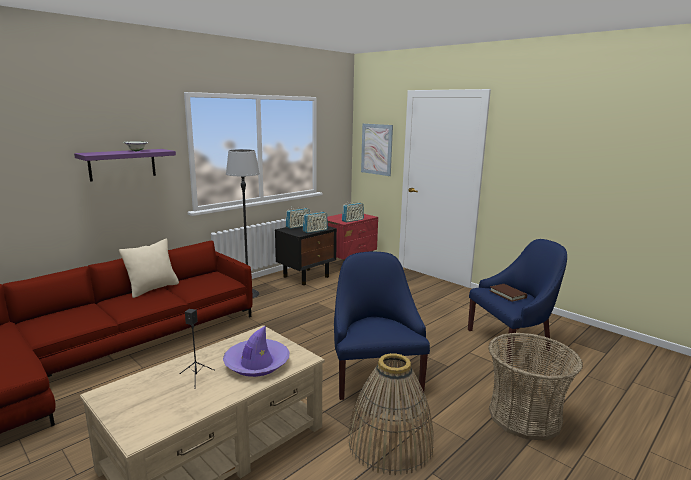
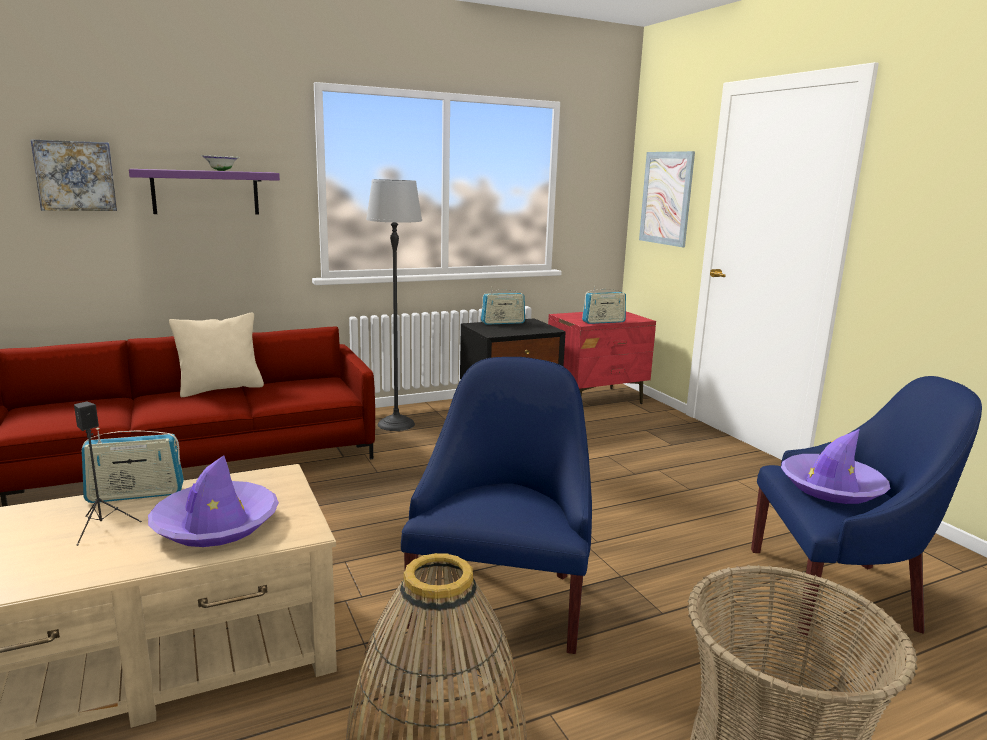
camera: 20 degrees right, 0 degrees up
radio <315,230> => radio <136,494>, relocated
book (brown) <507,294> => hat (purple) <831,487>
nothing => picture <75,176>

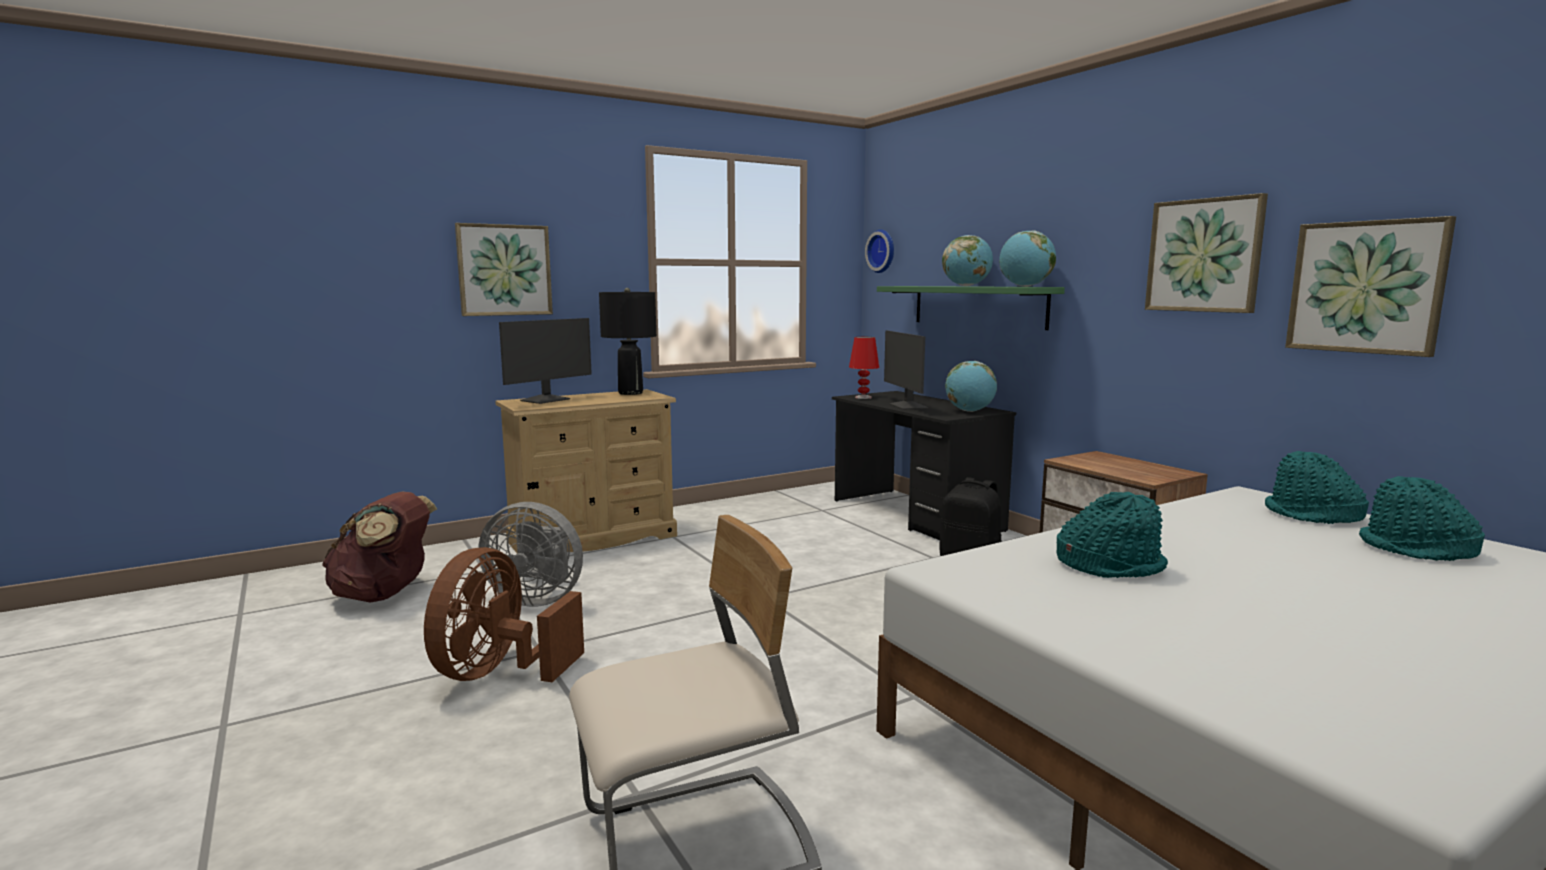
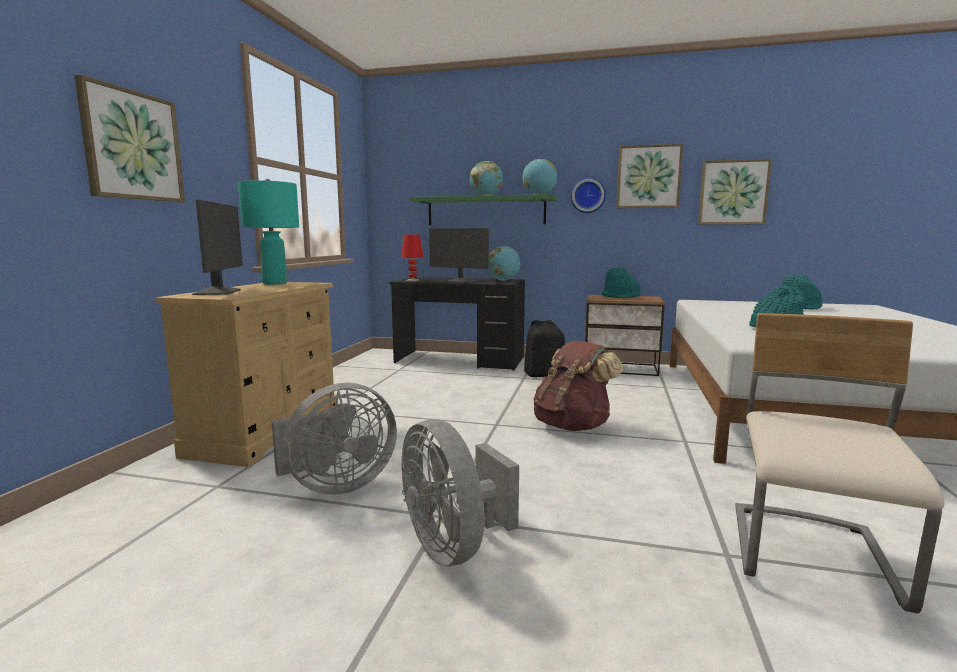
camera: 45 degrees left, 0 degrees up
backpack (brown) <384,595> => backpack (brown) <572,426>, relocated
fan (brown) <498,673> => fan (grey) <454,546>
table lamp (black) <630,393> => table lamp (turquoise) <274,283>
wall clock <882,251> => wall clock <588,195>, relocated
hat (turquoise) <1312,516> => hat (turquoise) <620,297>, relocated

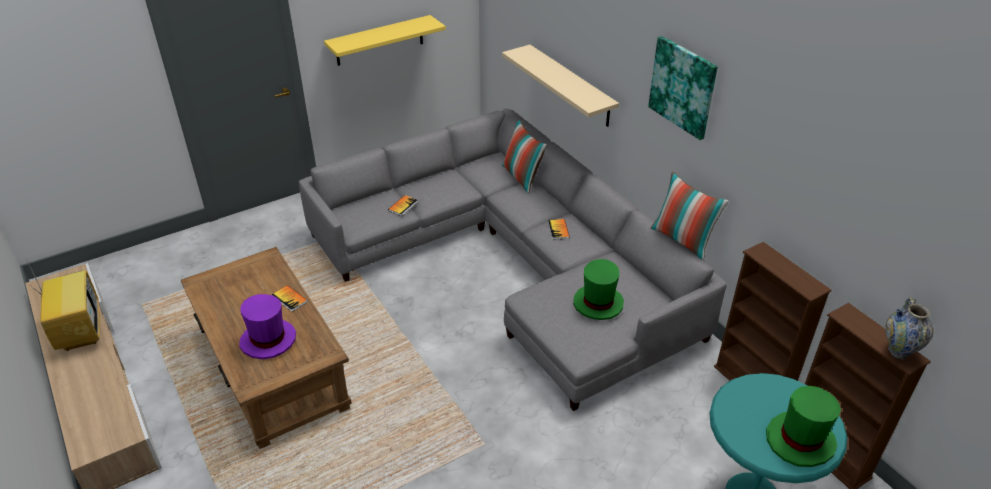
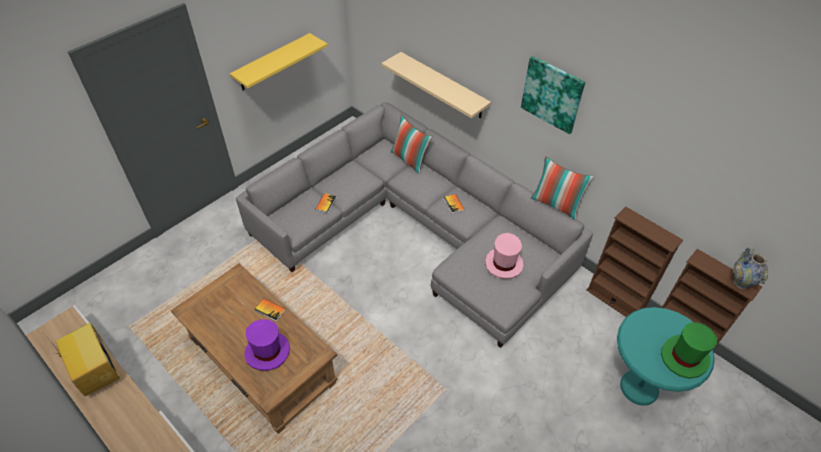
camera: 15 degrees left, 10 degrees up
hat (green) <598,303> => hat (pink) <503,264>

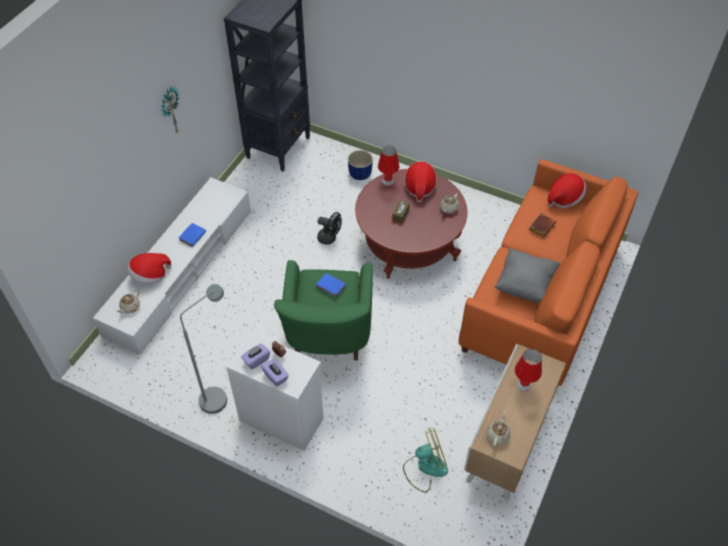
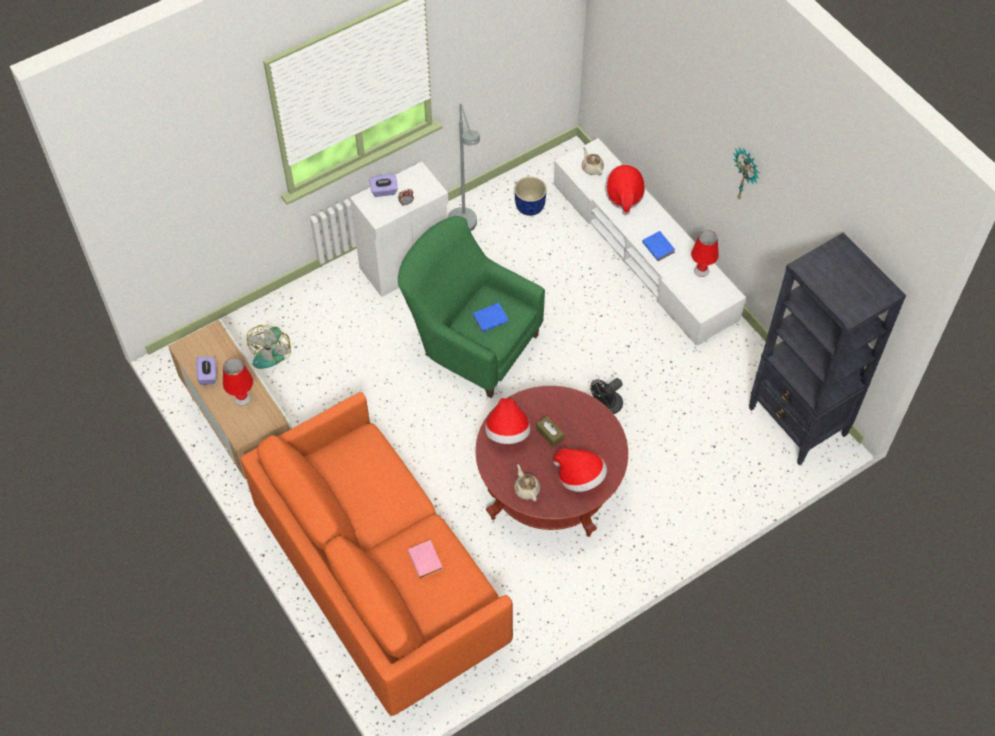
camera: 120 degrees right, 5 degrees up
tissue box (purple) <256,360> => tissue box (purple) <208,375>, relocated
planter (blue) <360,173> => planter (blue) <530,207>, relocated
table lamp (red) <387,181> => table lamp (red) <701,270>, relocated
teapot (beige) <498,435> => nothing
pillow (grey) <525,285> => nothing
book (brown) <541,226> => book (pink) <426,561>
hat <564,198> => hat <507,432>, relocated

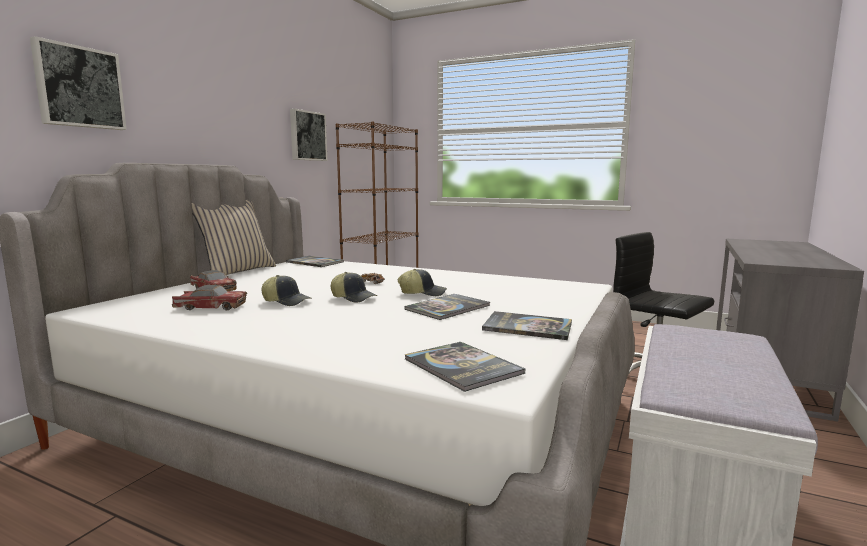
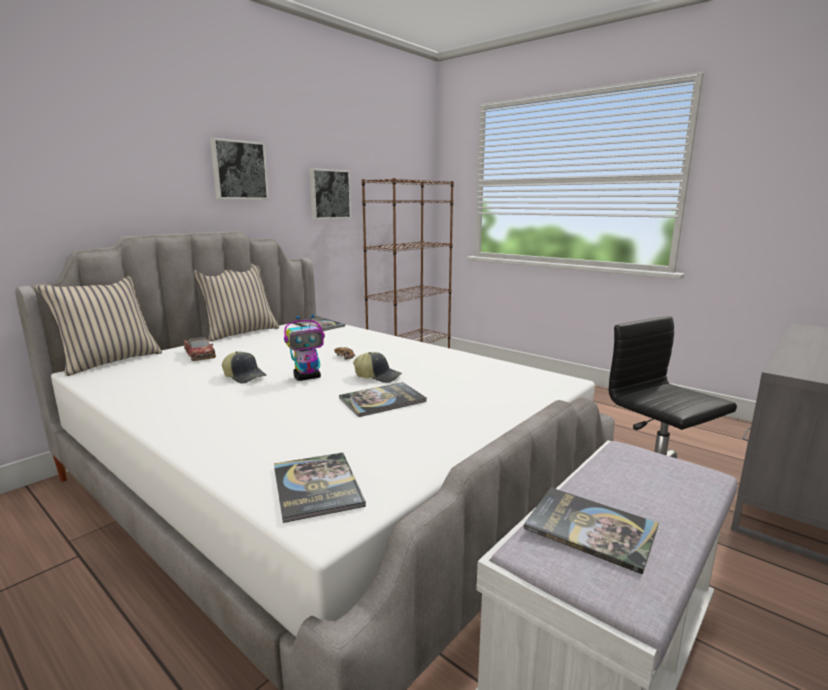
camera: 15 degrees right, 5 degrees up
picture <79,87> => picture <239,170>, relocated
toy car <211,307> => nothing
cap <354,298> => toy robot <307,377>
book <528,327> => book <590,528>, relocated
nothing => pillow (beige) <110,361>

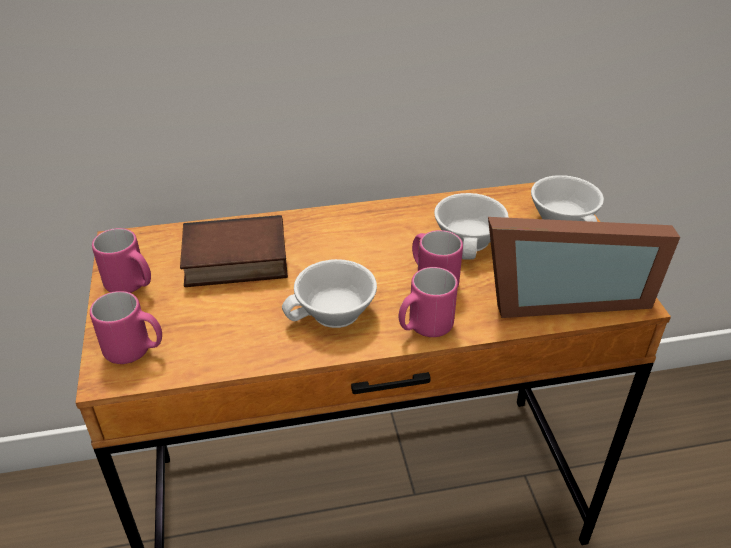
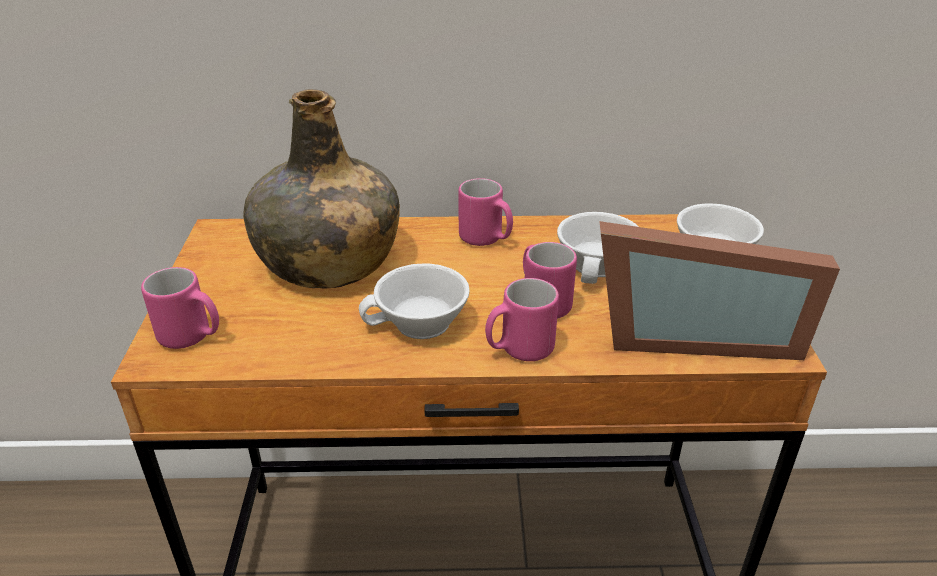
camera: 10 degrees right, 5 degrees down
mug (pink) <131,285> => mug (pink) <486,239>, relocated
book <234,262> => bottle (green) <327,261>

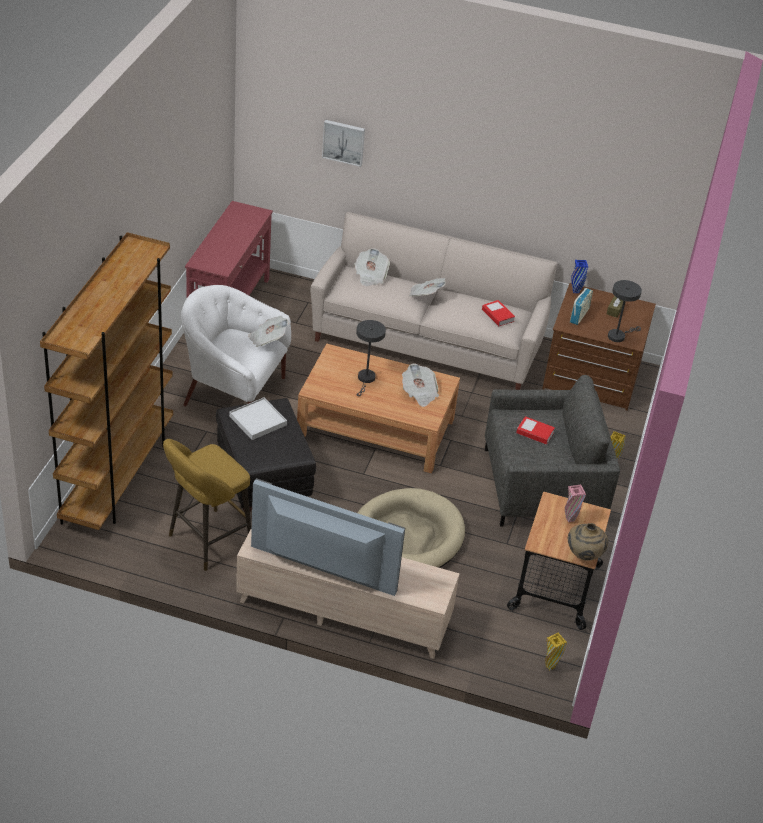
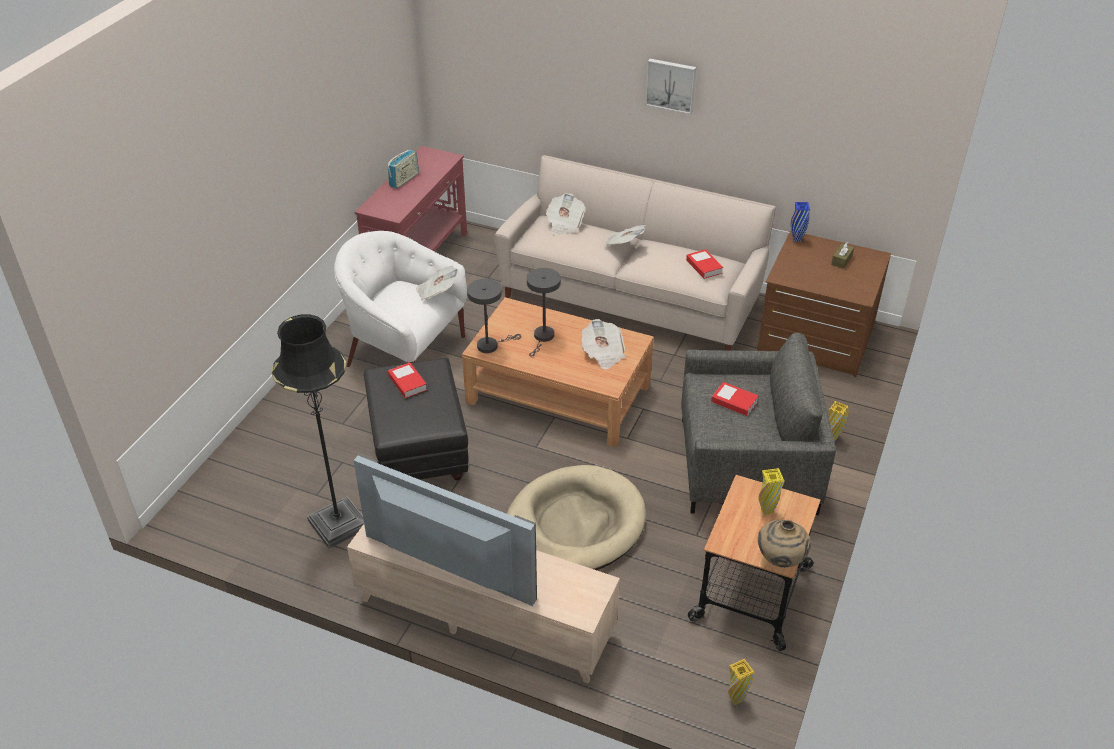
camera: 10 degrees right, 0 degrees up
bookcase (brown) <118,476> => nothing
stool (yellow) <206,541> => floor lamp (black) <338,524>
tray (white) <258,420> => book <407,383>
picture <344,142> => picture <671,85>, relocated
vase (pink) <570,519> => vase (yellow) <766,511>
radio <579,315> => radio <404,180>, relocated
table lamp (grey) <618,335> => table lamp (grey) <490,345>, relocated

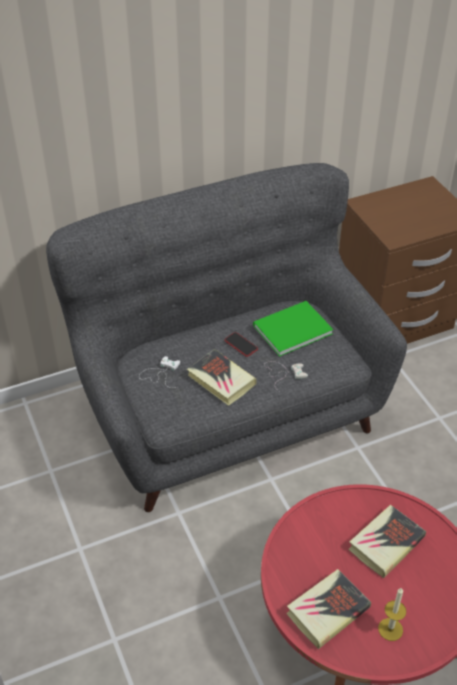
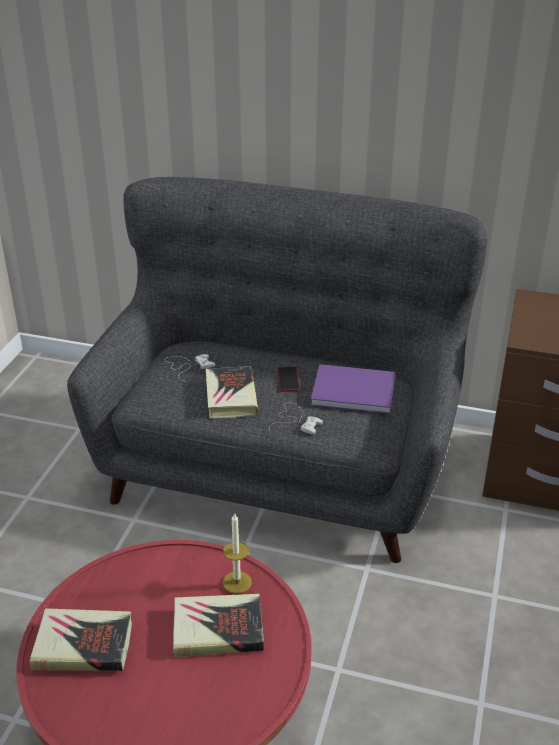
camera: 40 degrees right, 10 degrees down
book (green) <289,329> => book (purple) <351,389>
candle <390,629> => candle <237,582>, relocated

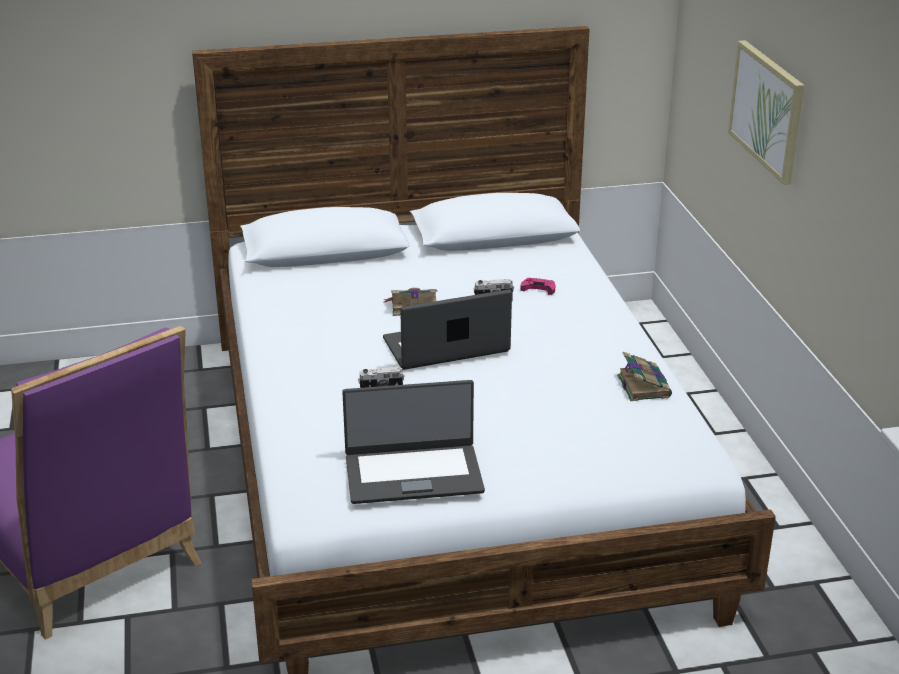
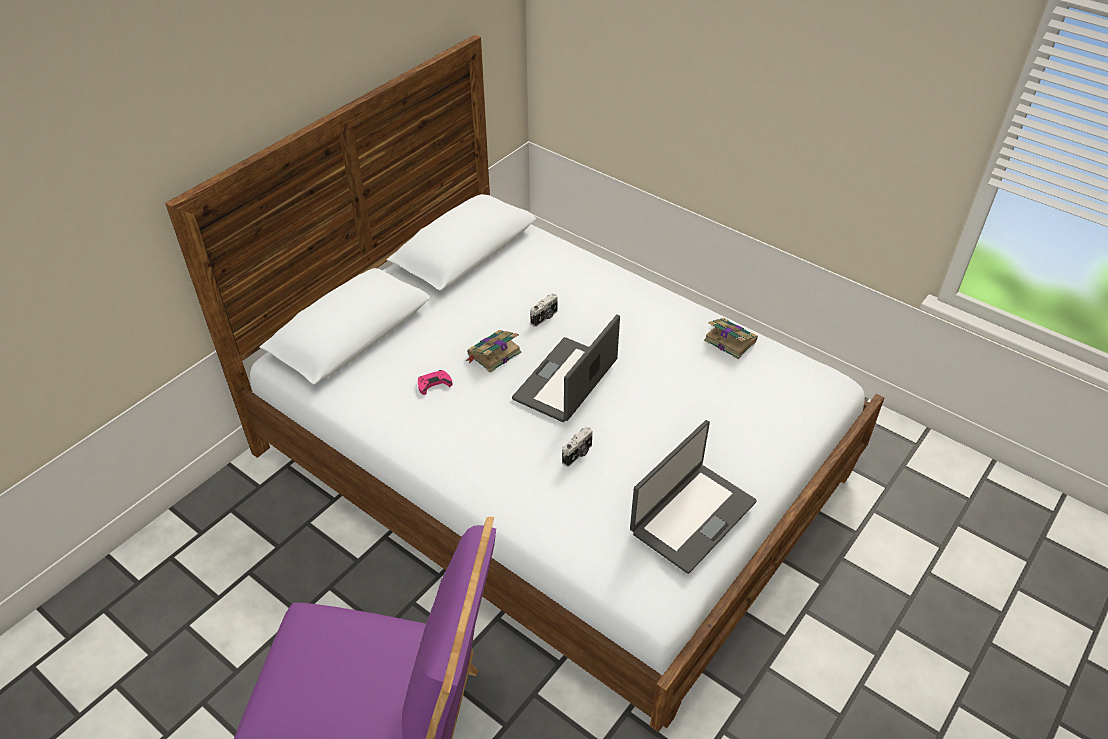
camera: 40 degrees left, 15 degrees up
game controller (pink) <538,288> => game controller (pink) <434,384>, relocated
picture <767,110> => nothing

